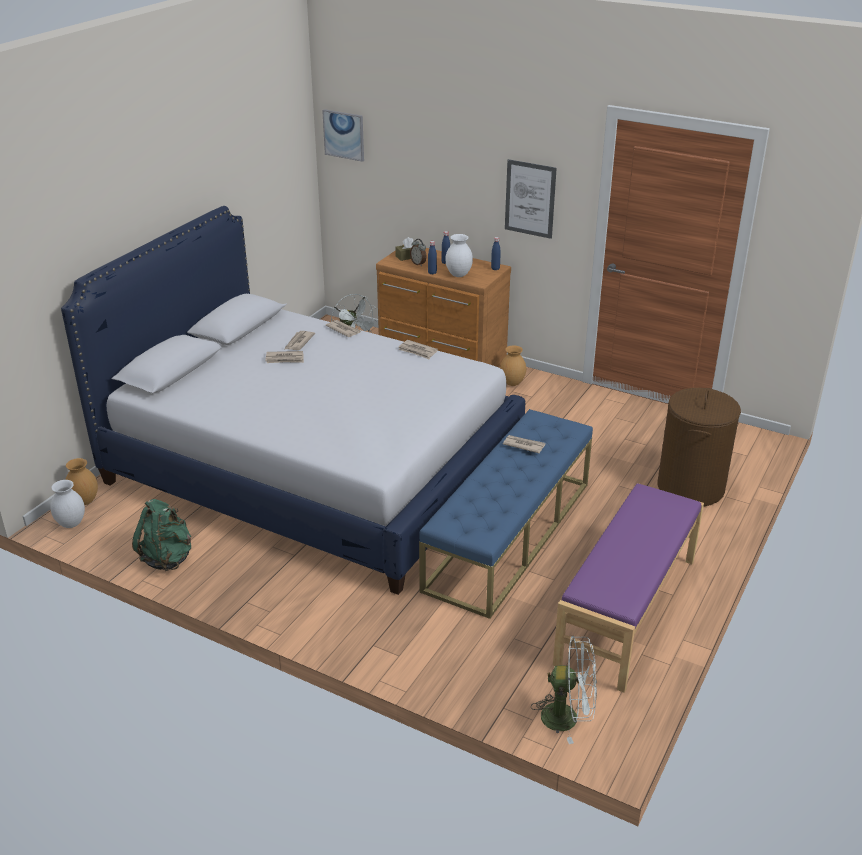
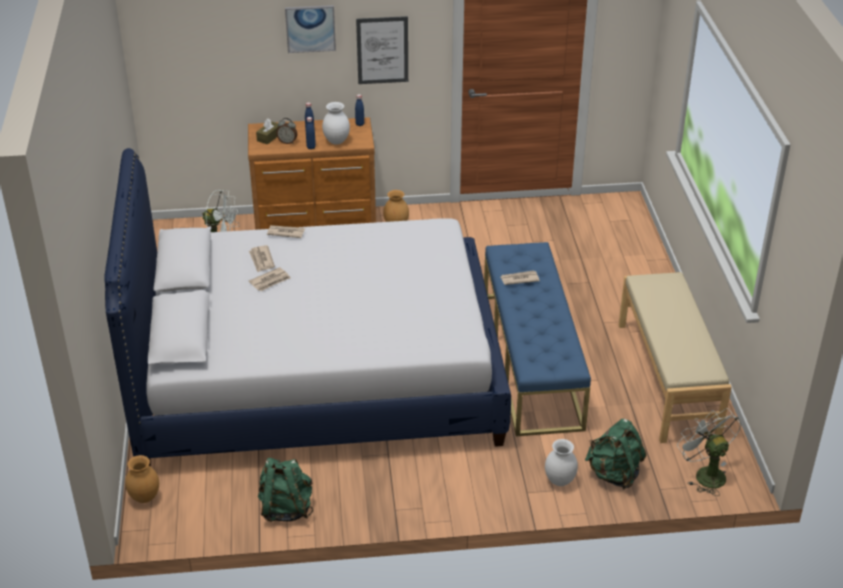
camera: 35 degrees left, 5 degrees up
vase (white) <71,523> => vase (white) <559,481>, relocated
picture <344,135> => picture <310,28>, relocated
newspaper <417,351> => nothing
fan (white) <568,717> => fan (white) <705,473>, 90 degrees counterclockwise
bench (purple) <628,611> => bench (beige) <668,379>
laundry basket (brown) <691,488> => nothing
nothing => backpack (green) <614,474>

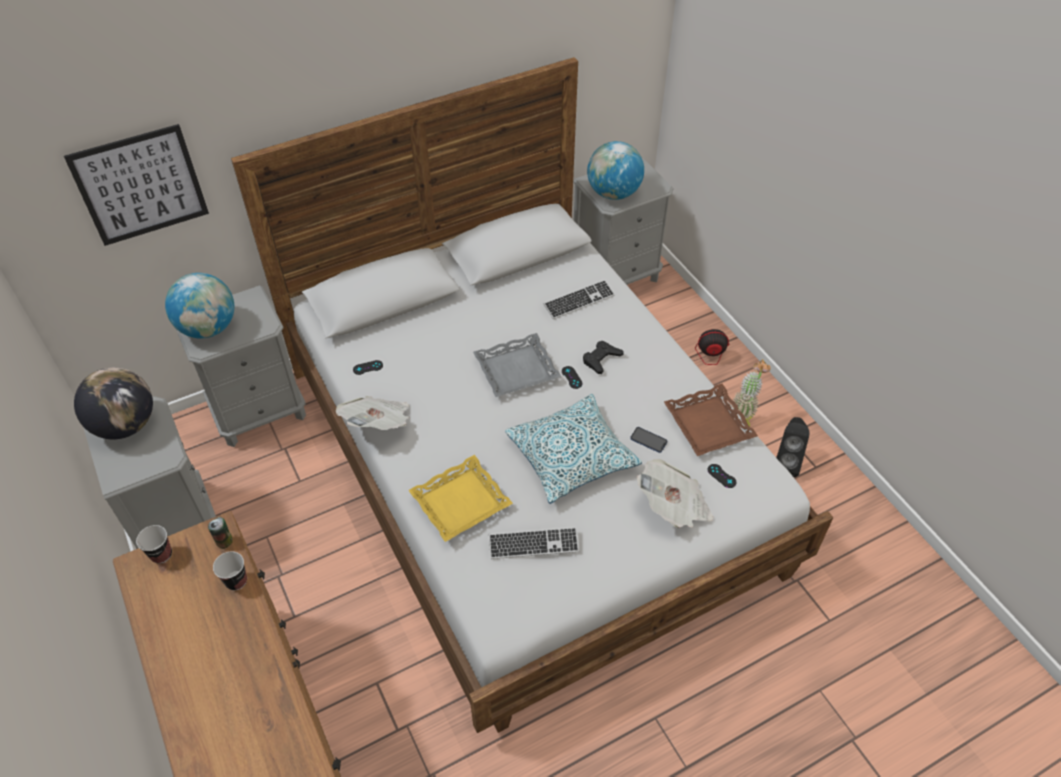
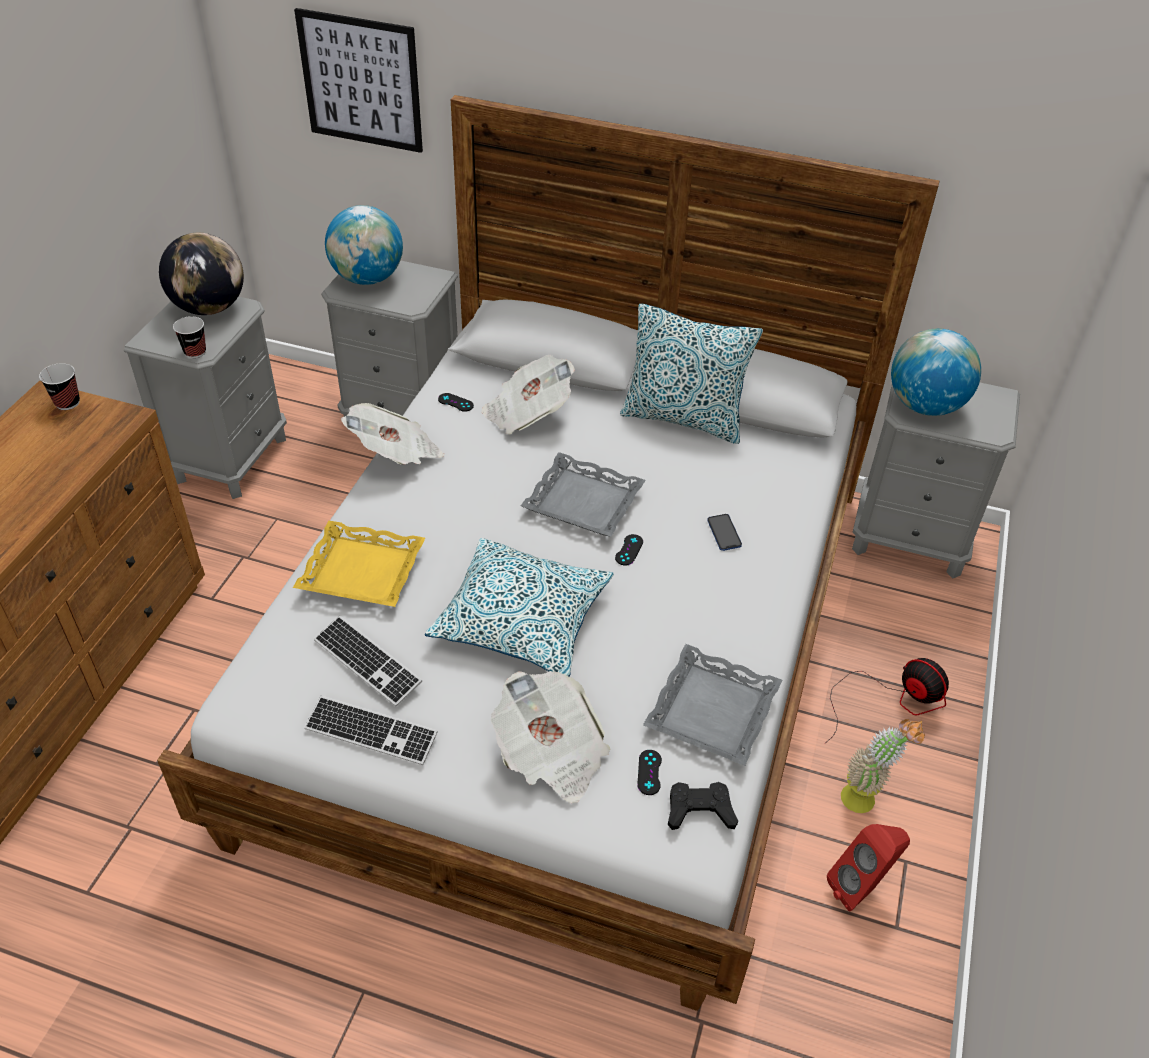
camera: 45 degrees right, 5 degrees down
can <224,541> => nothing
cup <236,581> => cup <195,352>, relocated
keyboard <579,301> => keyboard <371,732>, relocated
game controller (black) <601,359> => game controller (black) <700,810>, relocated
phone <648,440> => phone <724,533>, relocated
tray (brown) <708,424> => tray (grey) <711,710>
speaker (black) <785,463> => speaker (red) <861,888>
nothing => newspaper <527,413>
nothing => pillow <683,419>

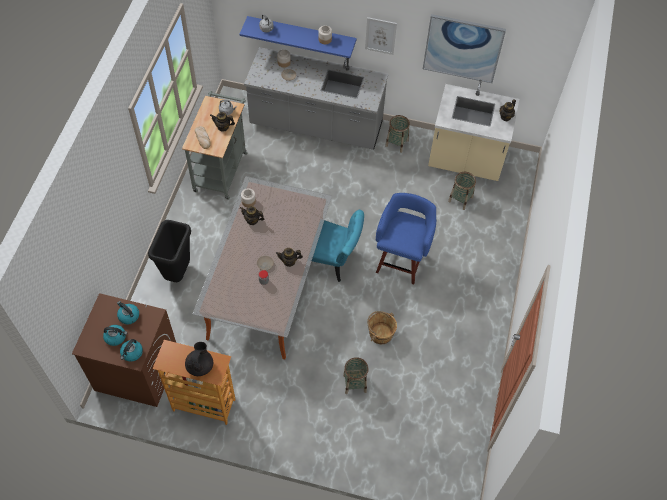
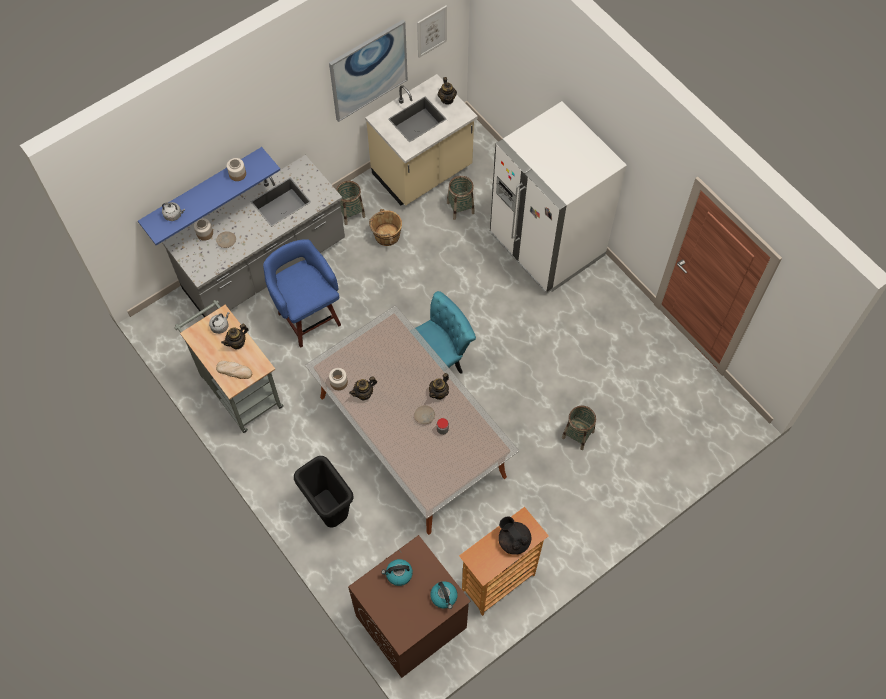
camera: 50 degrees left, 5 degrees up
kettle <116,337> => nothing
picture <380,35> => picture <431,31>, relocated
bucket (brown) <380,333> => bucket (brown) <386,235>, relocated
stool (blue) <401,261> => stool (blue) <308,317>, relocated
nothing => fridge (white) <547,245>

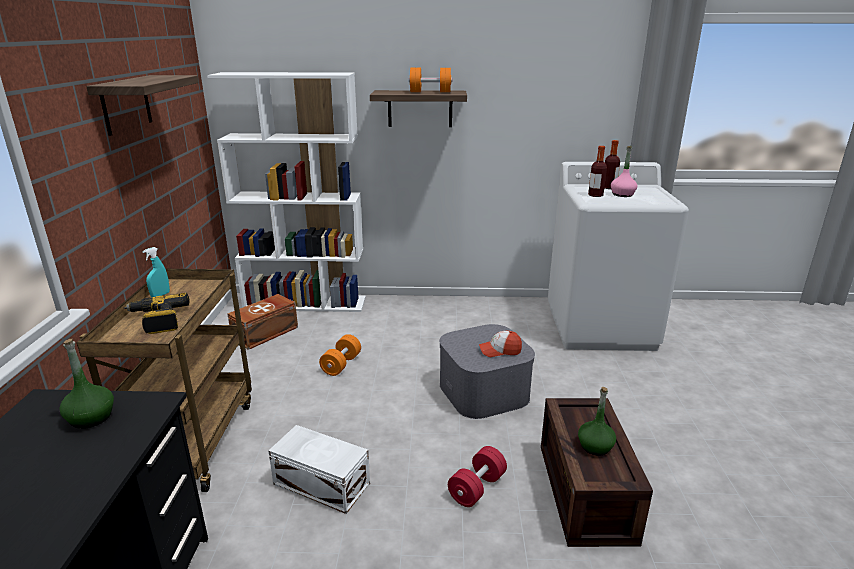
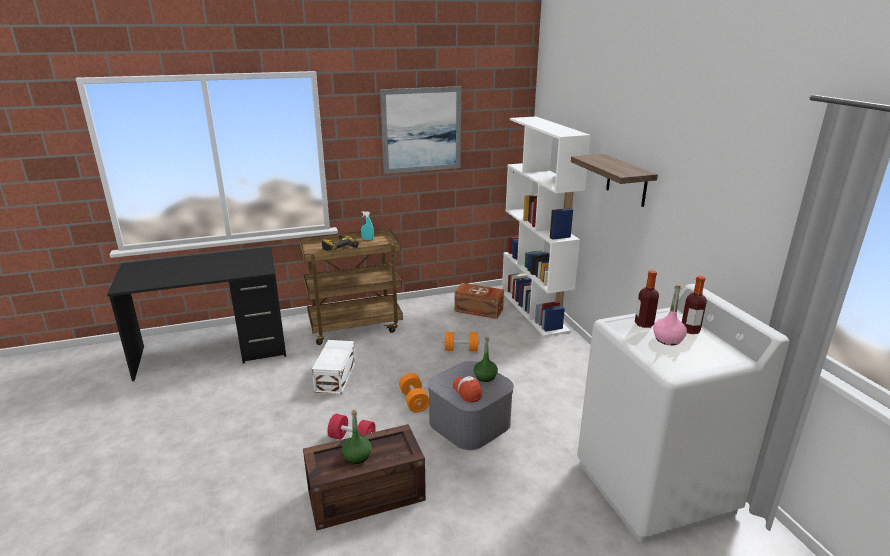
camera: 70 degrees right, 0 degrees up
bottle (green) <91,418> => bottle (green) <485,377>, relocated
shelf <126,104> => picture <421,130>
dumbbell (orange) <430,92> => dumbbell (orange) <414,401>, relocated

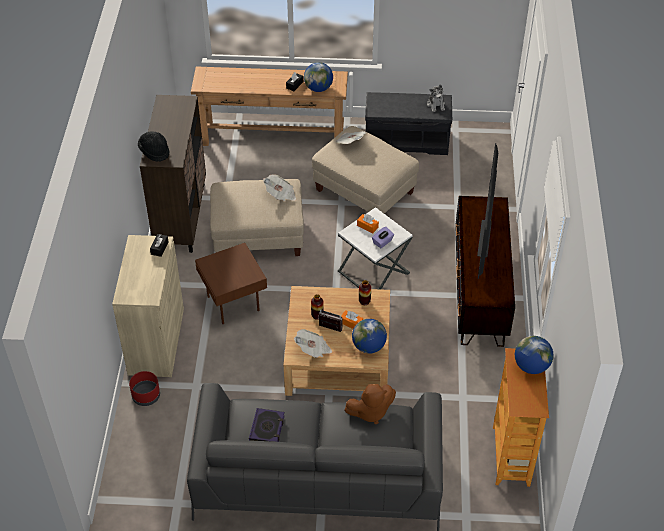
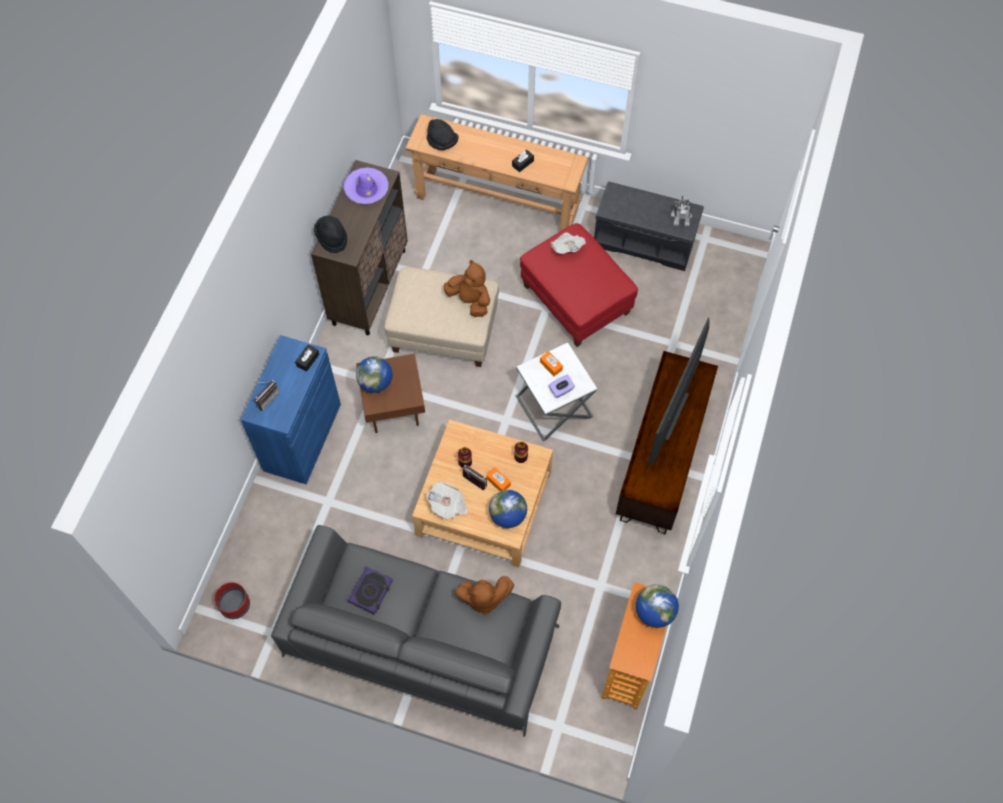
camera: 15 degrees right, 15 degrees up
cabinet (beige) <156,341> => cabinet (blue) <302,437>
planter (red) <146,396> => planter (red) <234,605>, relocated
newspaper <280,195> => plush toy (brown) <470,301>
globe <318,88> => globe <375,382>, relocated
ottoman (beige) <364,192> => ottoman (red) <576,300>
nothing => radio <266,398>
nothing => hat (purple) <366,189>
nothing => hat (black) <442,142>

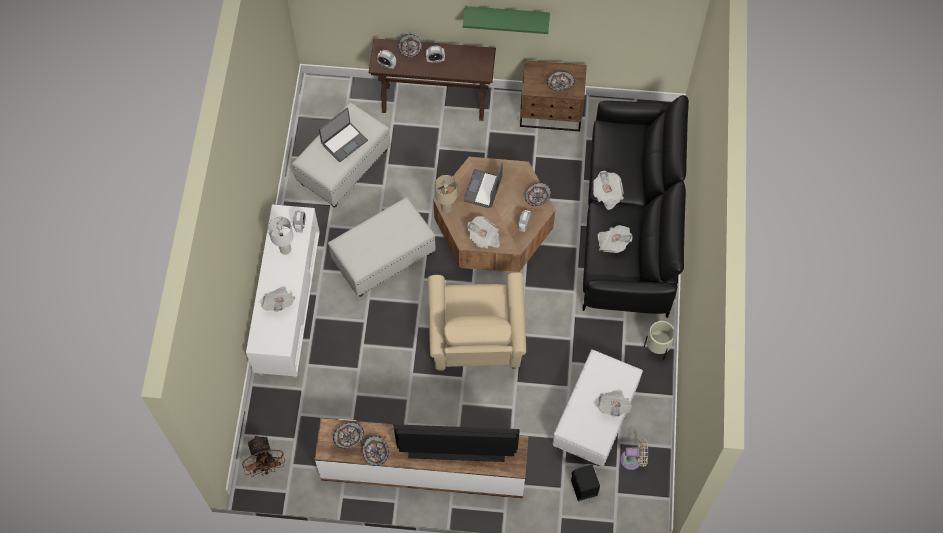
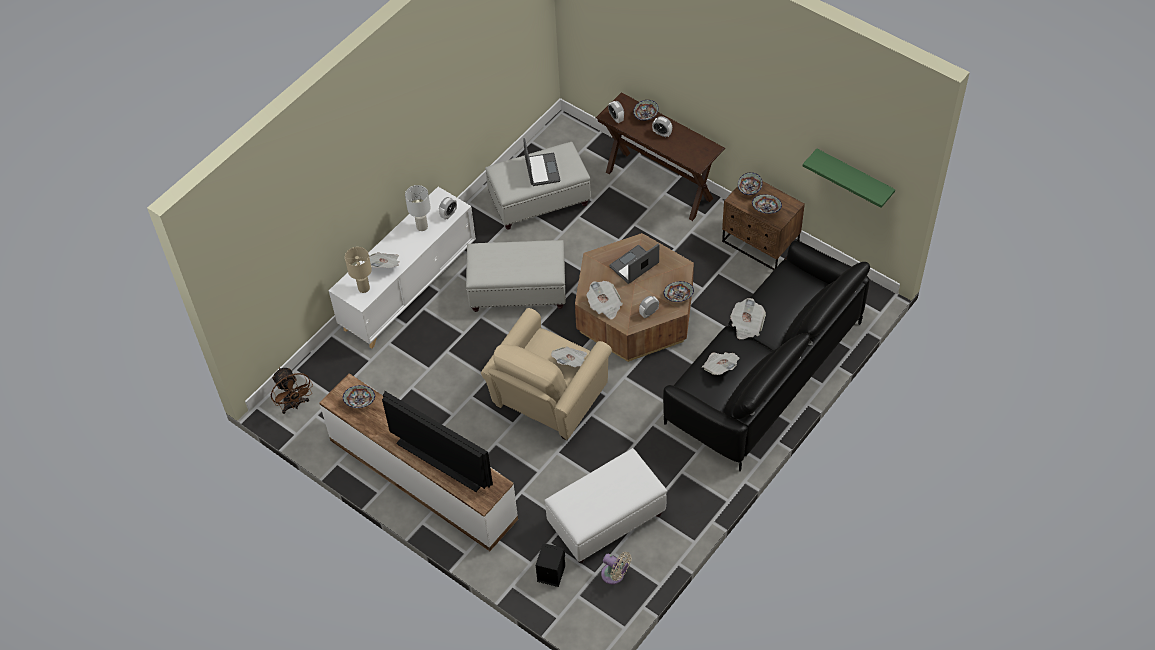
camera: 35 degrees right, 10 degrees down
fan (brown) <266,466> => fan (brown) <294,405>, 45 degrees counterclockwise
laptop <344,142> => laptop <541,170>, 90 degrees counterclockwise
bowl <376,453> => bowl <749,189>, relocated
table lamp (beige) <446,208> => table lamp (beige) <364,288>, relocated
shelf (green) <507,16> => shelf (green) <854,177>, relocated
newspaper <613,406> => newspaper <571,362>, relocated
planter (beige) <657,348> => nothing

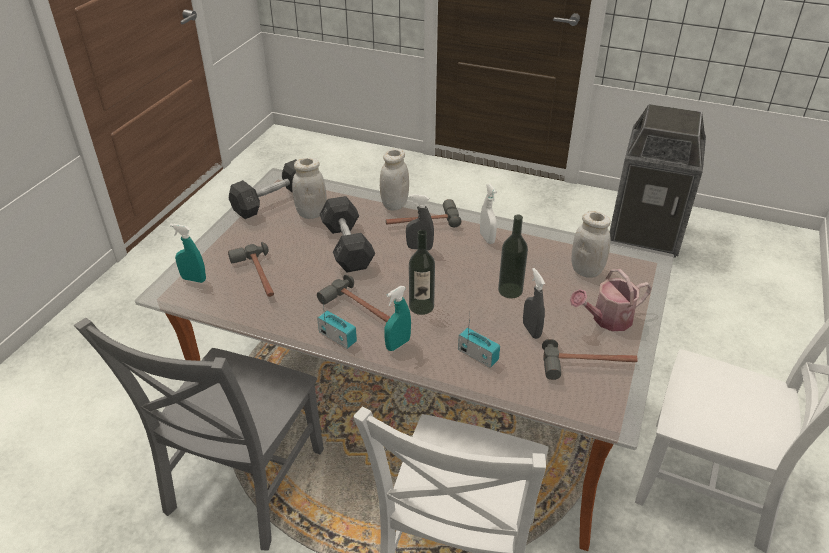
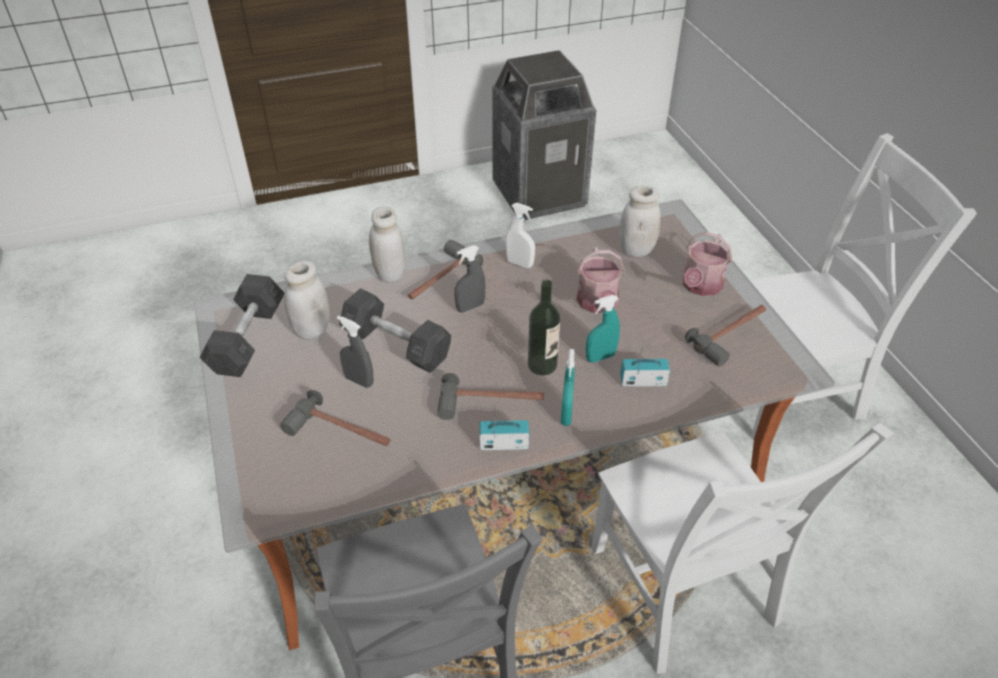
camera: 40 degrees left, 5 degrees up
spray bottle (turquoise) <194,279> => spray bottle (turquoise) <600,357>, relocated
bottle <510,290> => watering can <598,304>
spray bottle (grey) <531,330> => spray bottle (grey) <359,381>, relocated

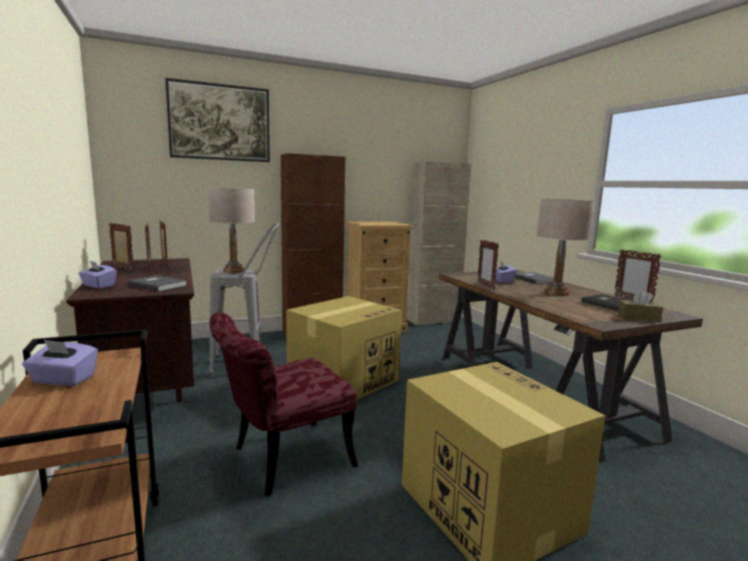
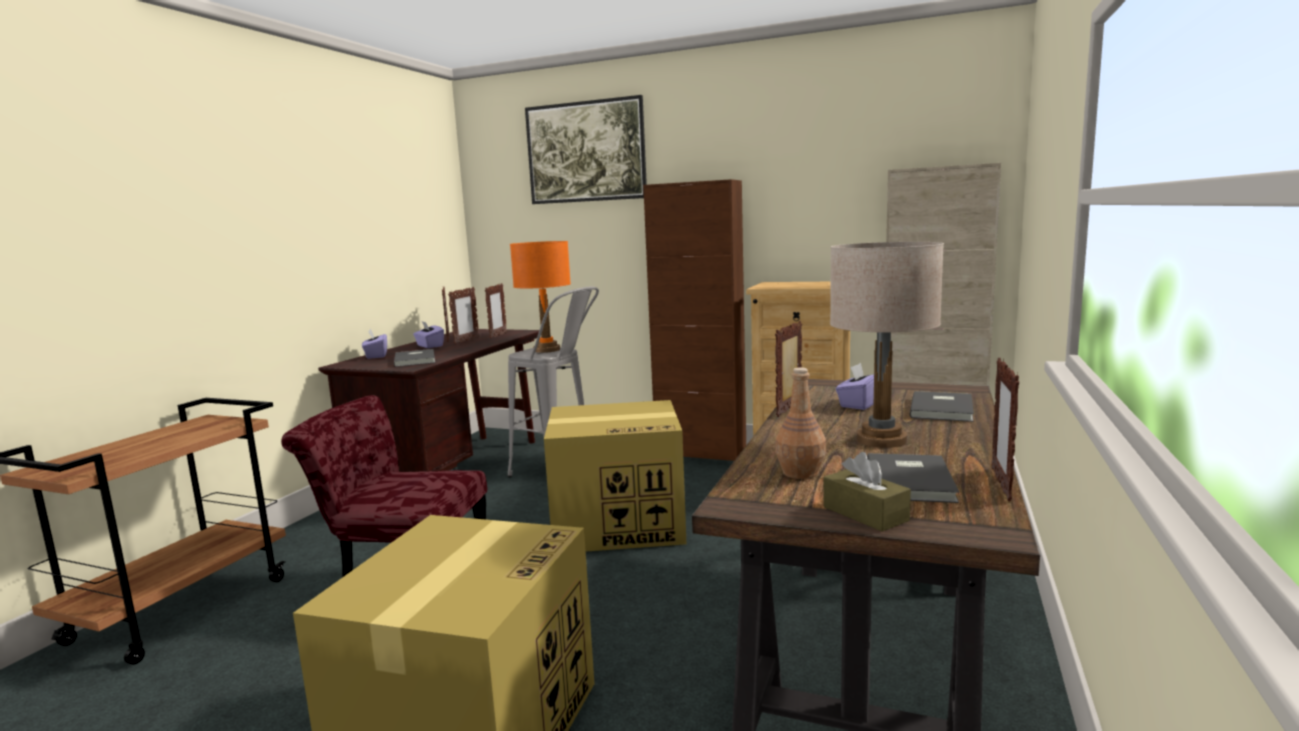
camera: 45 degrees right, 0 degrees up
tissue box (purple) <63,380> => tissue box (purple) <429,346>, relocated
table lamp (beige) <234,271> => table lamp (orange) <547,350>
nothing => bottle (brown) <800,472>

